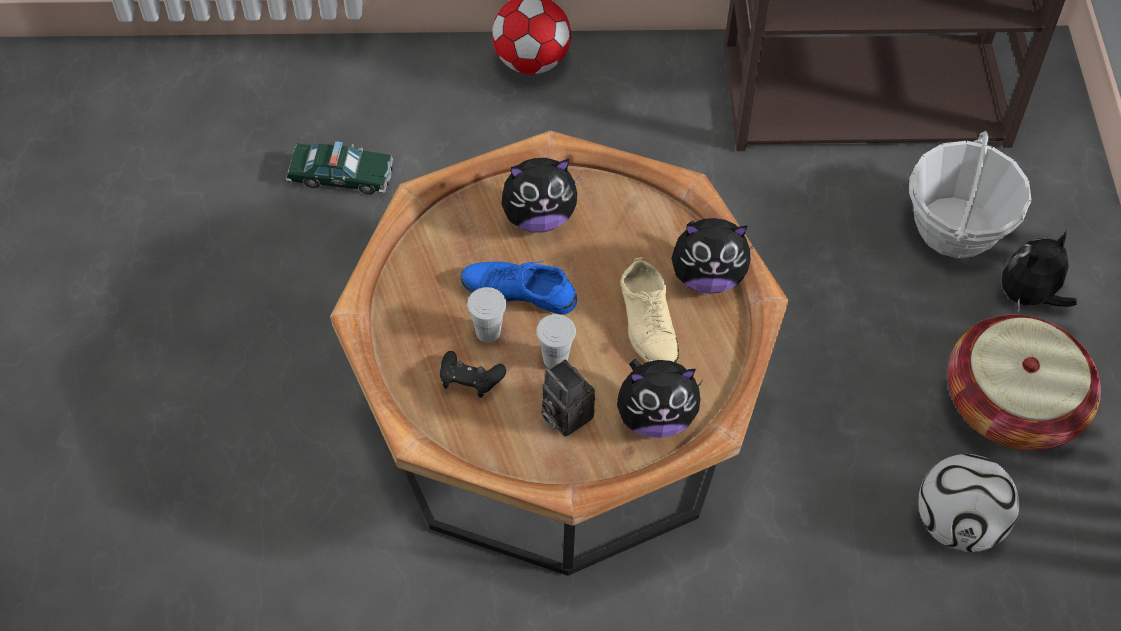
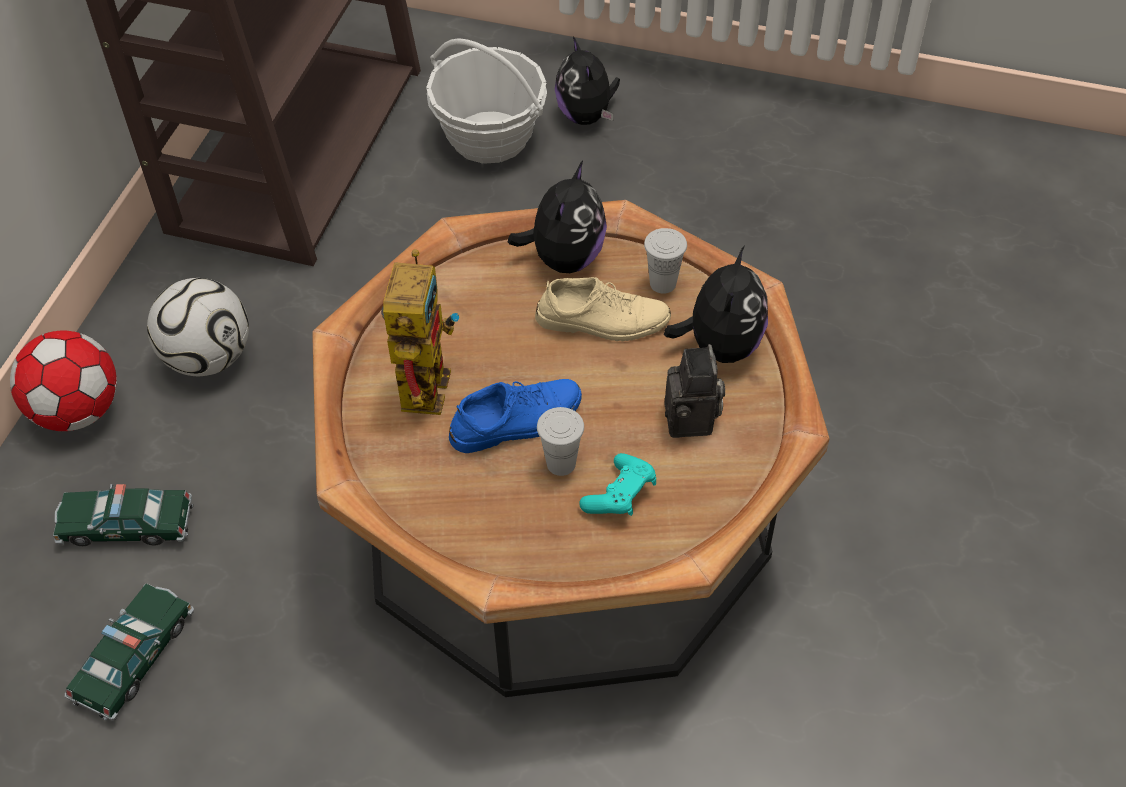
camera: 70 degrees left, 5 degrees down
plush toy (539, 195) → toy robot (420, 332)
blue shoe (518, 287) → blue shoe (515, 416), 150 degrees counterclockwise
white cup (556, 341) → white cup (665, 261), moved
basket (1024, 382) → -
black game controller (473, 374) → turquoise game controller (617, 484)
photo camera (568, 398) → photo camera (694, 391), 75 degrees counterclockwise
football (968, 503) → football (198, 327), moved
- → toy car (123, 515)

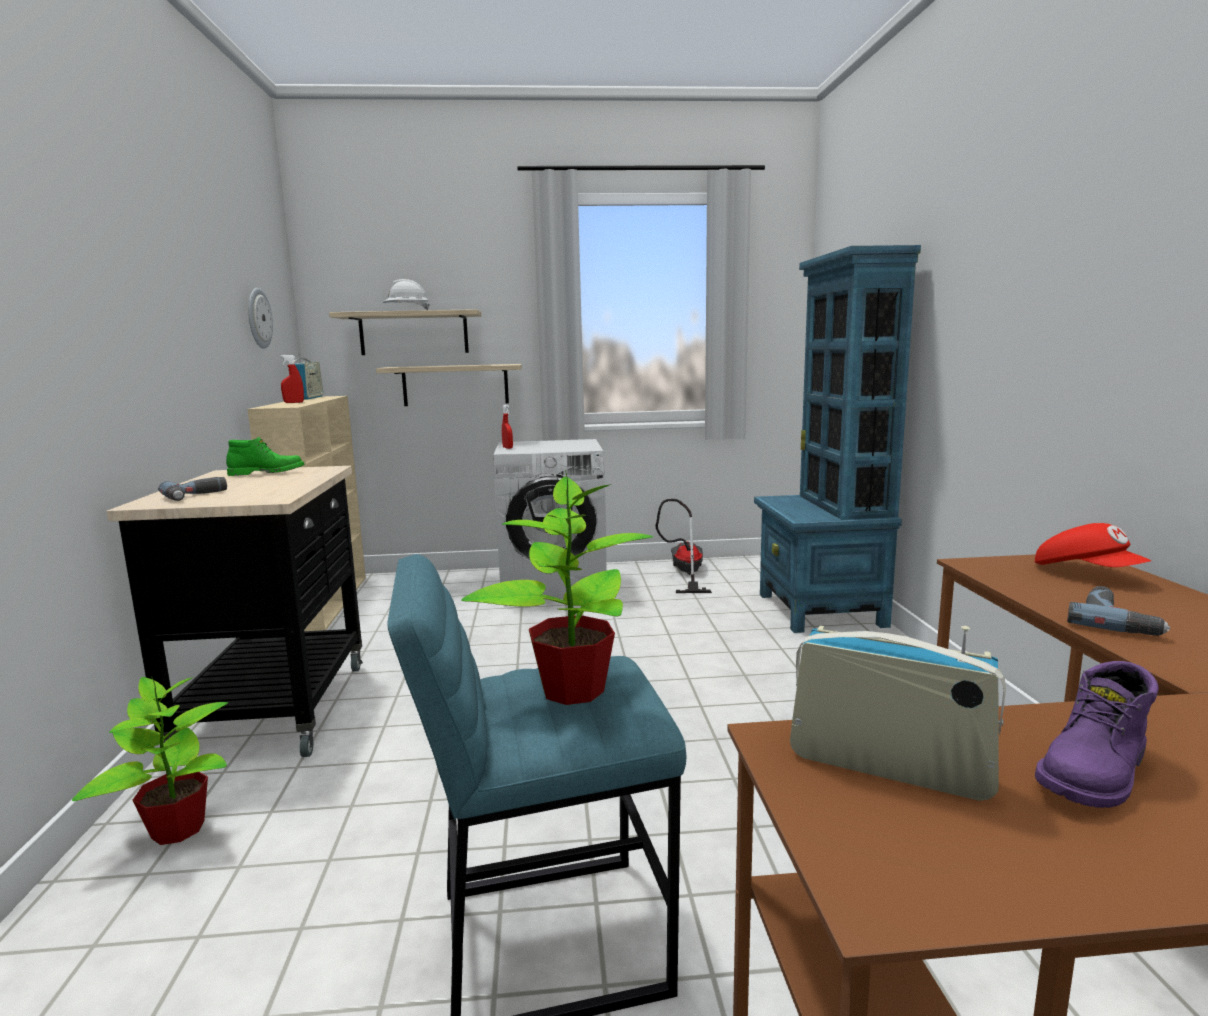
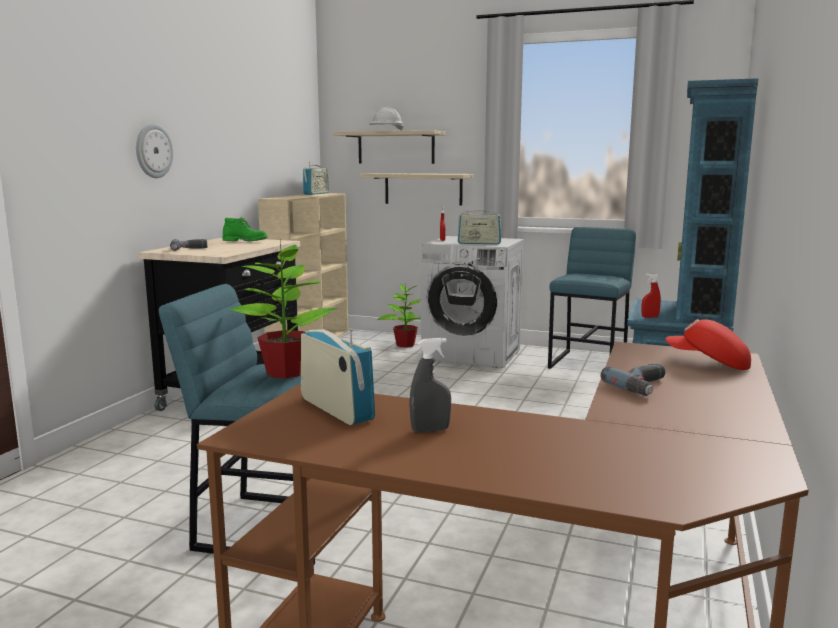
camera: 25 degrees right, 0 degrees up
wall clock (260, 318) → wall clock (155, 150), moved
red spray bottle (292, 379) → red spray bottle (651, 295), moved
vacuum cleaner (684, 546) → blue stool (592, 298)
red cap (1093, 545) → red cap (708, 344), 120 degrees clockwise
purple boot (1097, 734) → grey spray bottle (430, 385)
potted plant (150, 761) → potted plant (399, 316), moved
- → radio (479, 225)

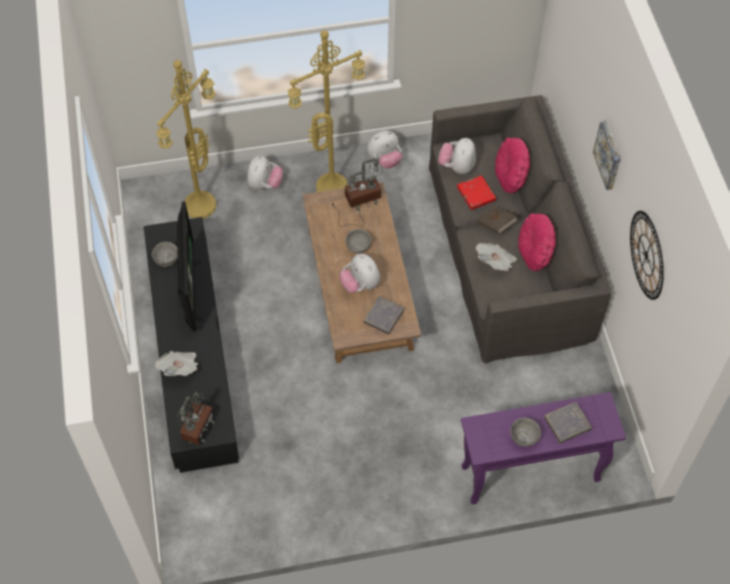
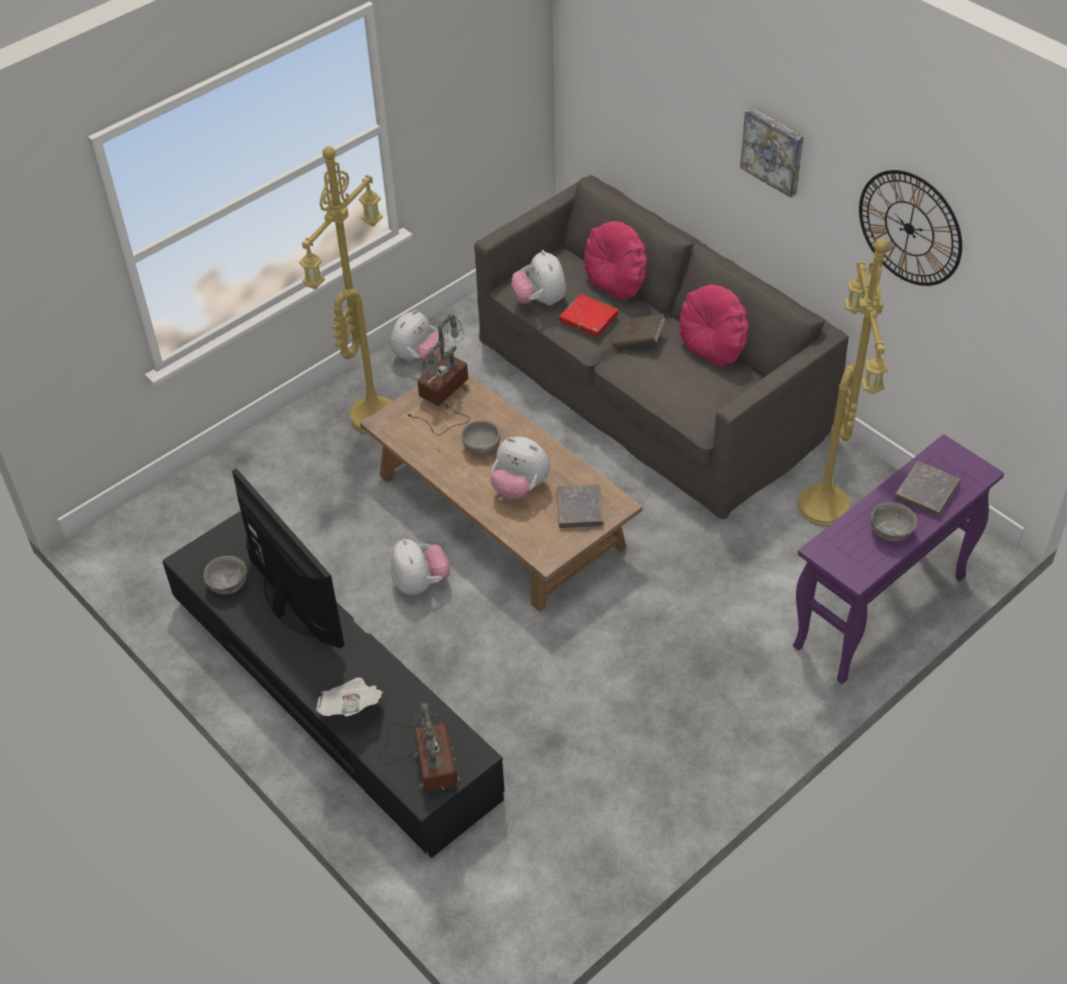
camera: 30 degrees left, 10 degrees down
yellow floor lamp (186, 139) → yellow floor lamp (843, 382), moved
plush toy (265, 172) → plush toy (420, 566), moved
newspaper (496, 257) → -

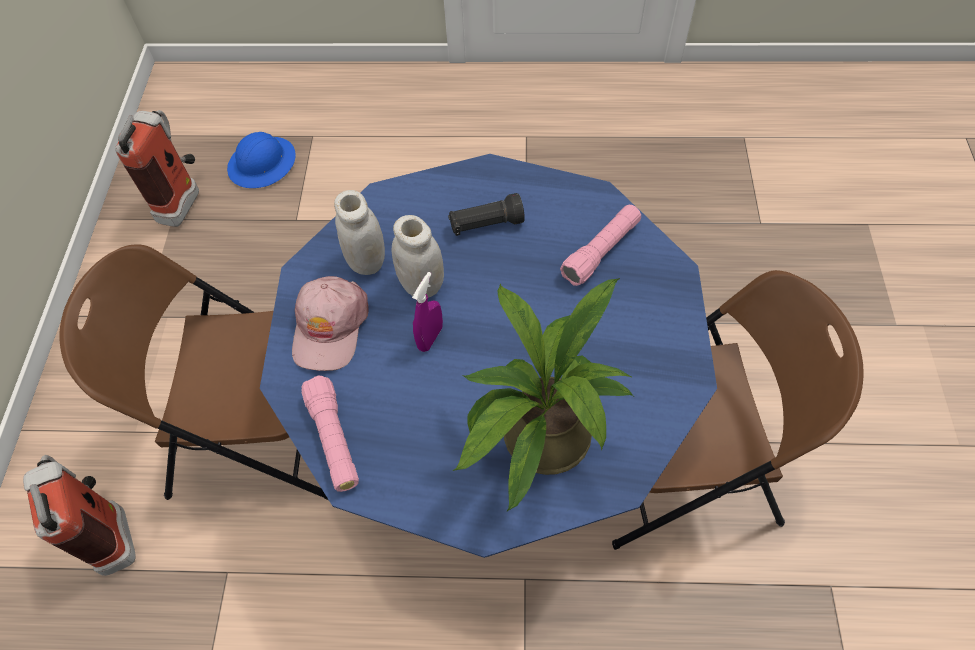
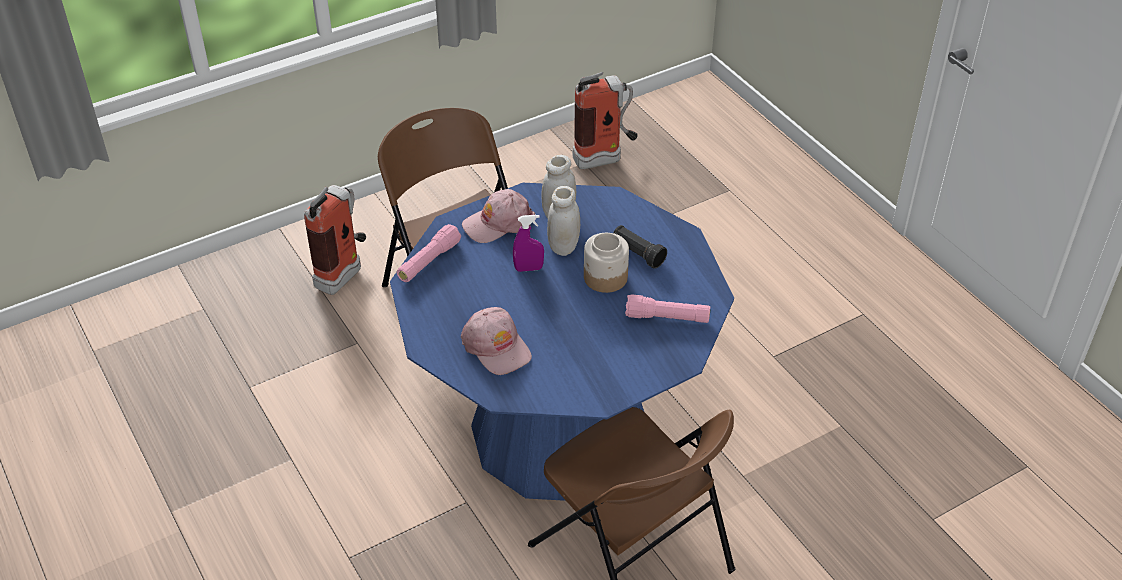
camera: 55 degrees right, 15 degrees down
blue hard hat (261, 160) → -
potted plant (543, 395) → pink cap (496, 341)
- → jar (606, 263)

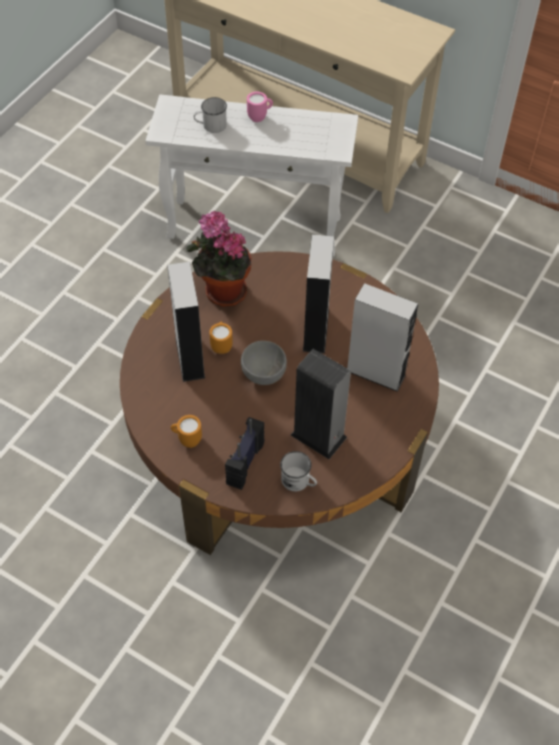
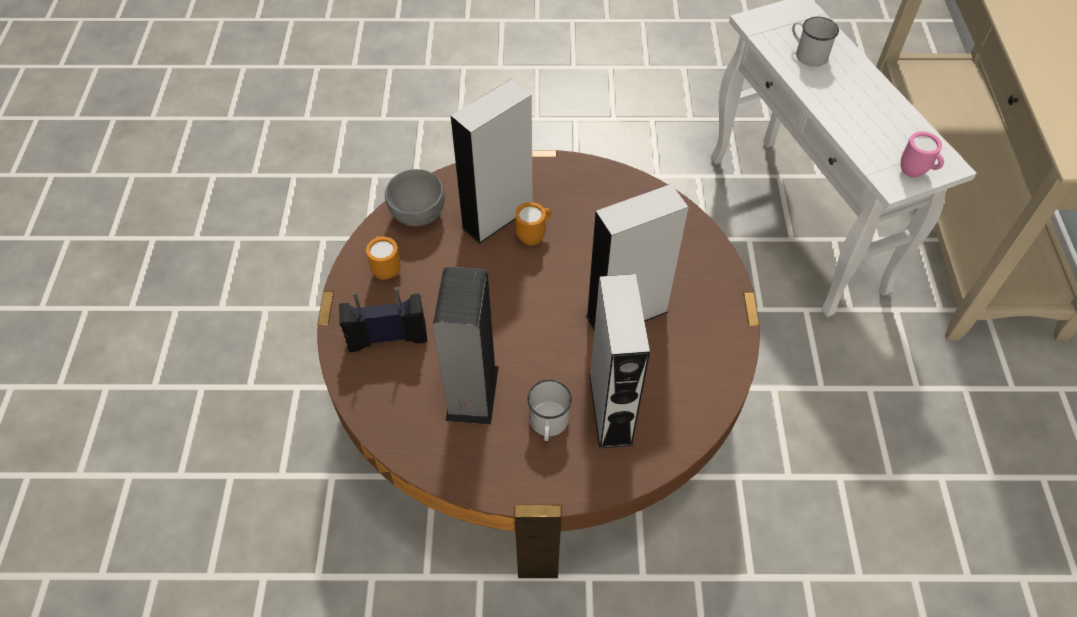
camera: 60 degrees right, 0 degrees up
pink mug (260, 106) → pink mug (922, 154), moved
potted plant (218, 259) → -
grey bowl (264, 363) → grey bowl (415, 197), moved
white mug (298, 471) → white mug (549, 410), moved

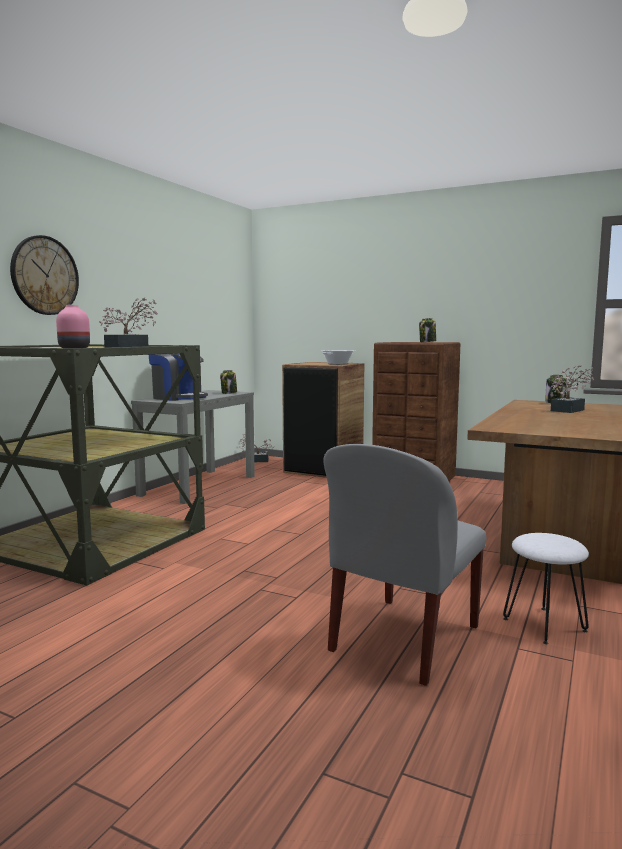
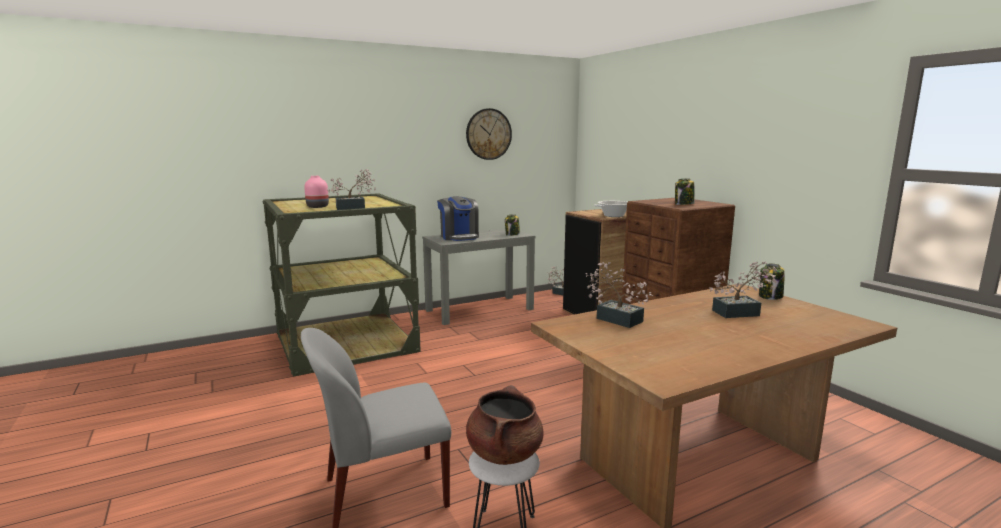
camera: 35 degrees right, 5 degrees up
wall clock (44, 275) → wall clock (489, 134), moved
- → potted plant (620, 295)
- → brown cooking pot (504, 425)

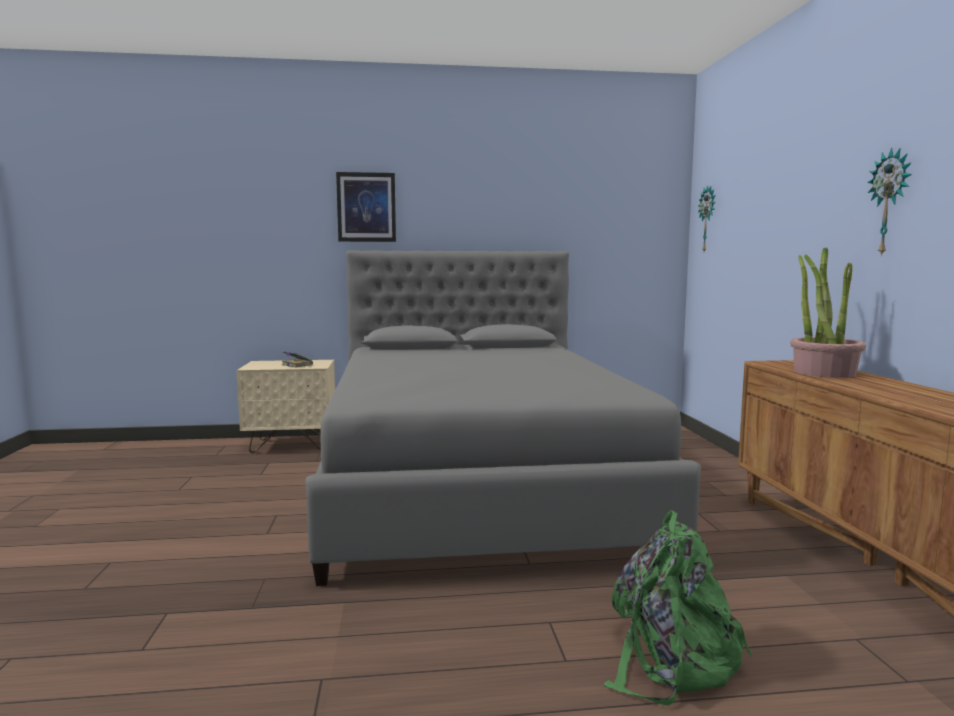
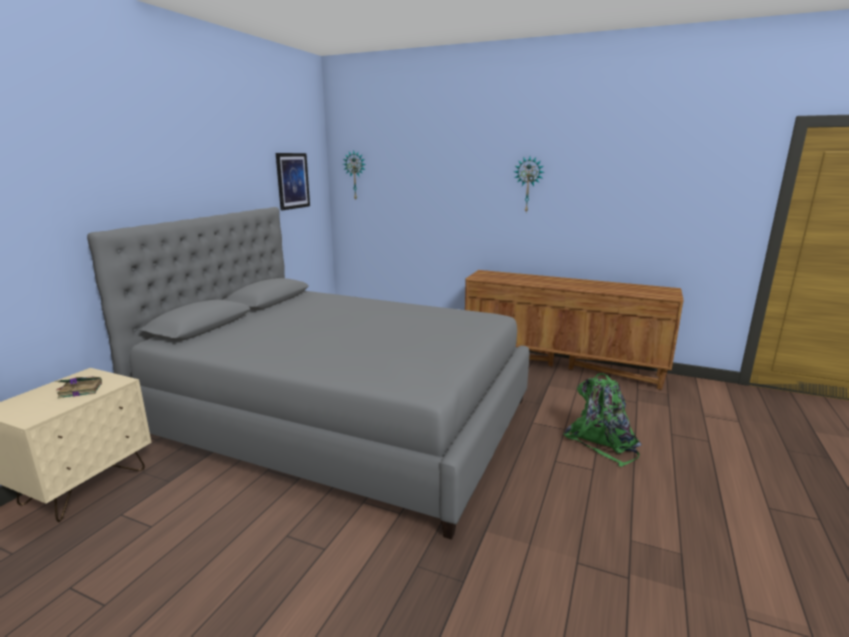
camera: 60 degrees left, 10 degrees up
picture (366, 207) → picture (293, 181), moved
potted plant (828, 312) → -

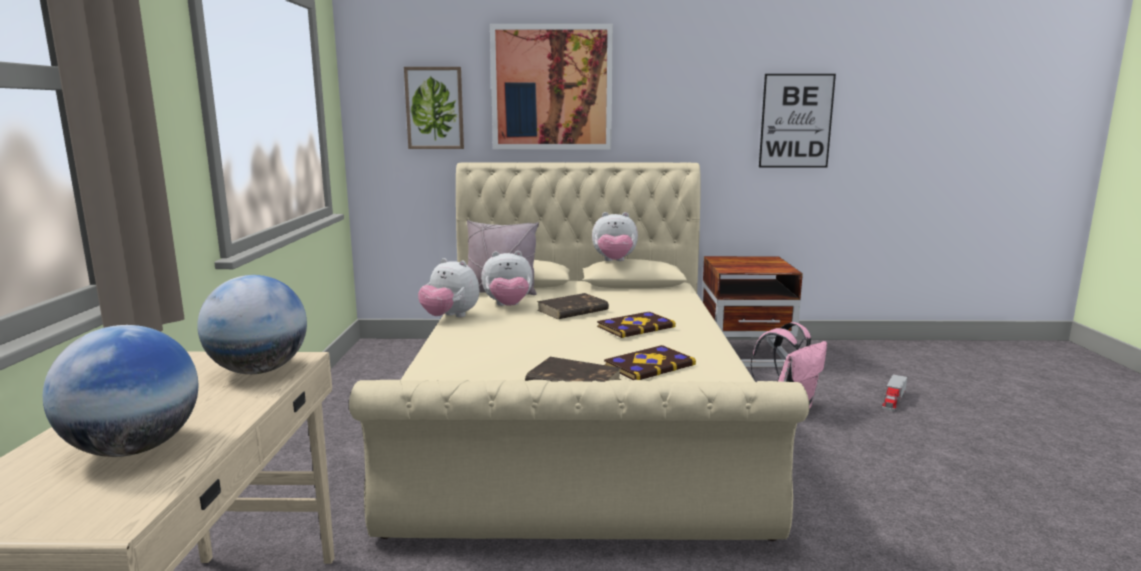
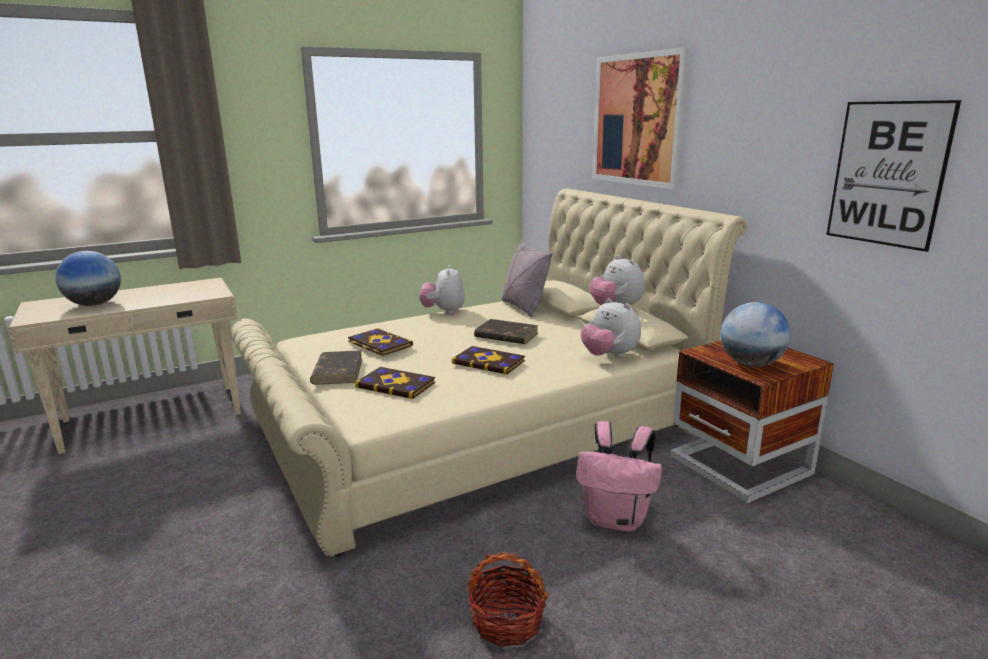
camera: 60 degrees right, 5 degrees up
picture (434, 108) → -
plush toy (507, 278) → plush toy (611, 328), moved
globe (252, 324) → globe (756, 334), moved
toy truck (894, 392) → -
- → book (380, 342)
- → basket (508, 599)

